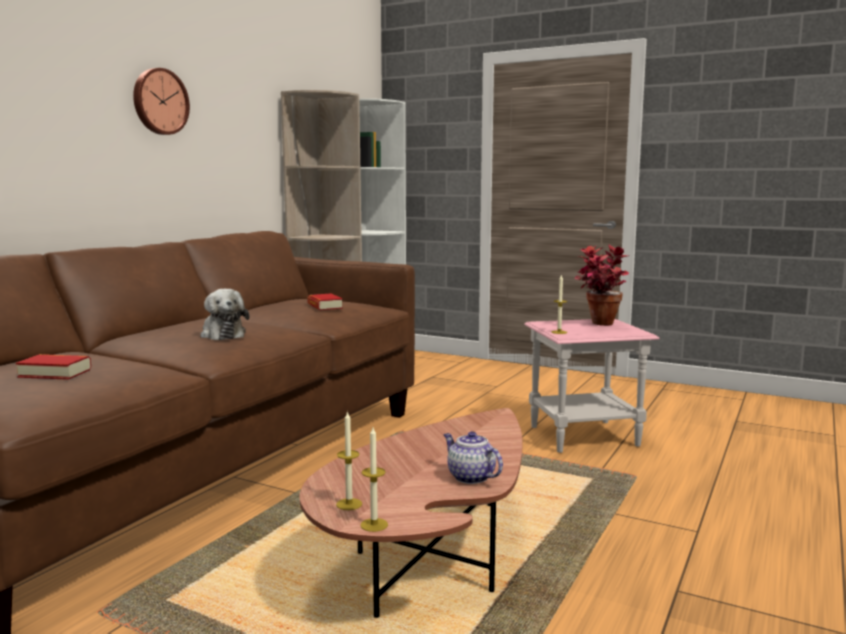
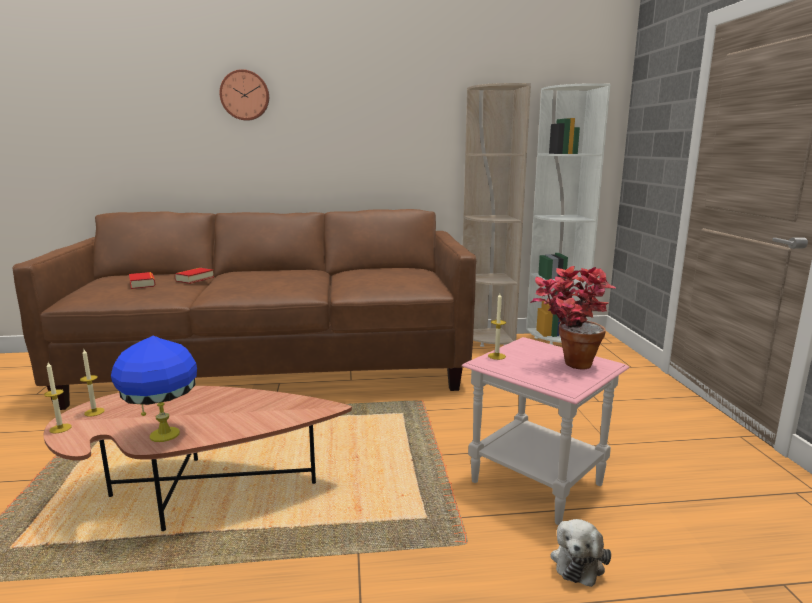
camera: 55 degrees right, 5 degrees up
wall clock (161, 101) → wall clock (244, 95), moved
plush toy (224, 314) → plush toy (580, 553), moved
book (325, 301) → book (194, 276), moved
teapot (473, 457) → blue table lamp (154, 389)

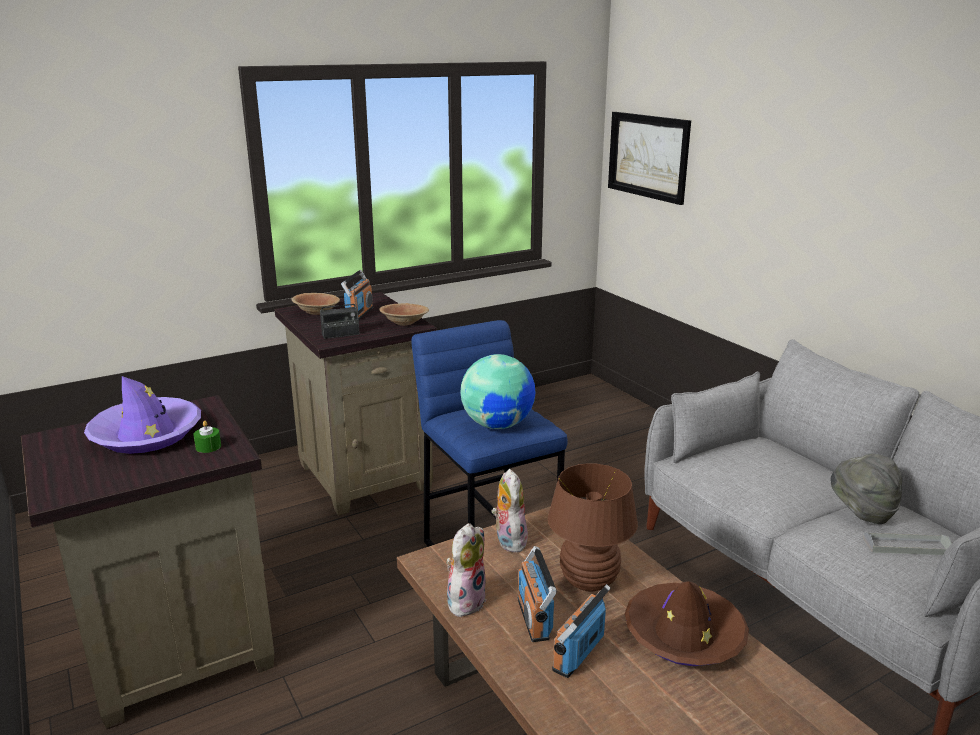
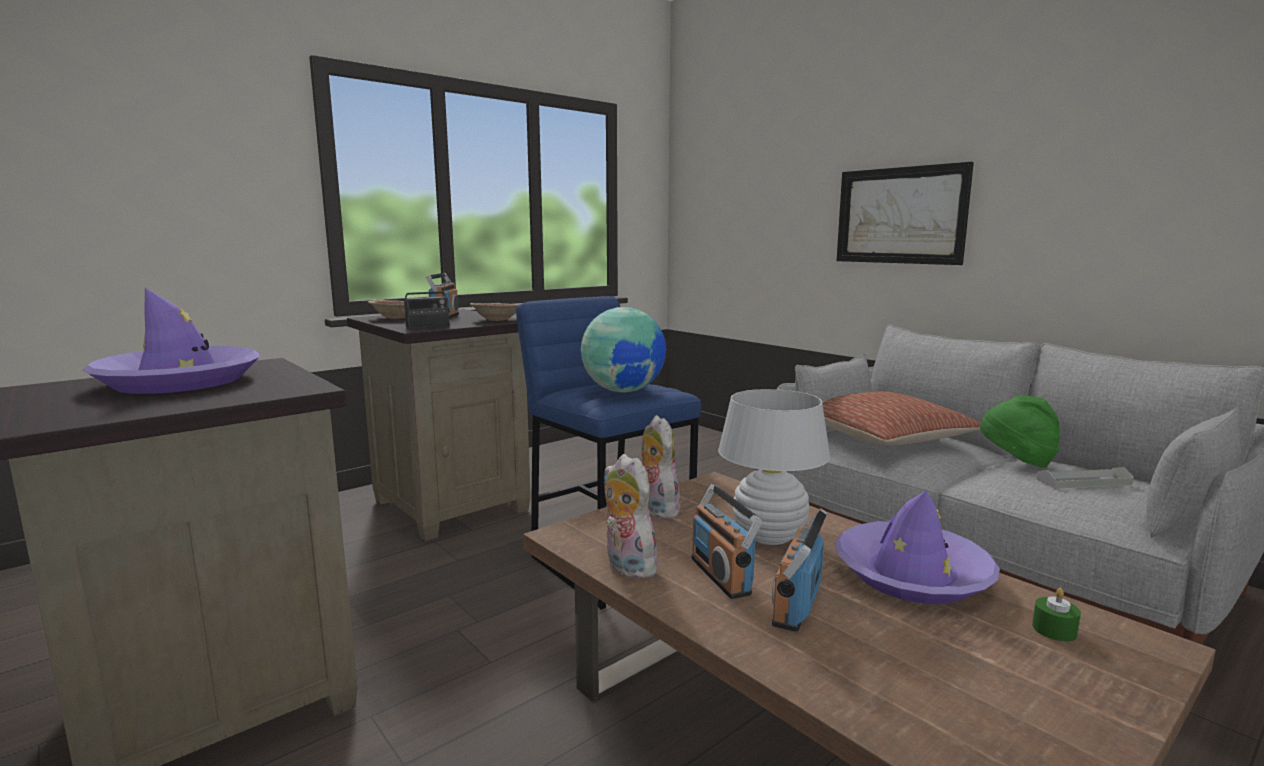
camera: 10 degrees left, 10 degrees down
picture (649, 158) → picture (905, 213), moved
green candle (207, 437) → green candle (1056, 615), moved
grey hat (866, 489) → green hat (1020, 431)
brown table lamp (593, 527) → white table lamp (774, 467)
plush toy (466, 570) → plush toy (631, 516), 60 degrees counterclockwise
brown hat (687, 623) → purple hat (917, 547)
- → pillow (902, 418)

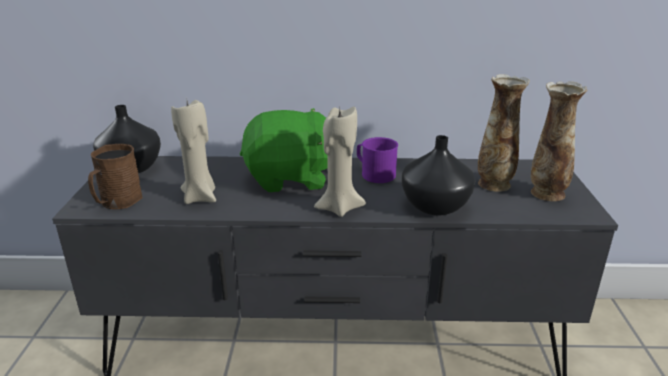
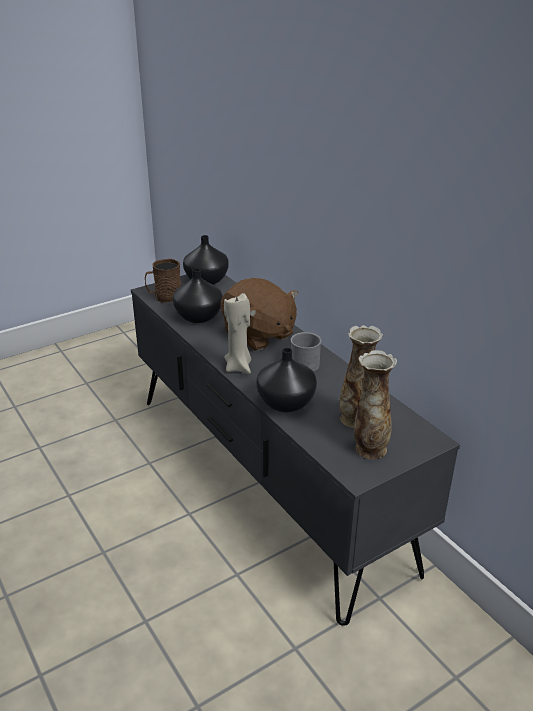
camera: 55 degrees right, 5 degrees up
beige candle (193, 150) → black vase (198, 295)
green plush toy (284, 150) → brown plush toy (259, 314)
purple mug (377, 160) → grey mug (306, 352)

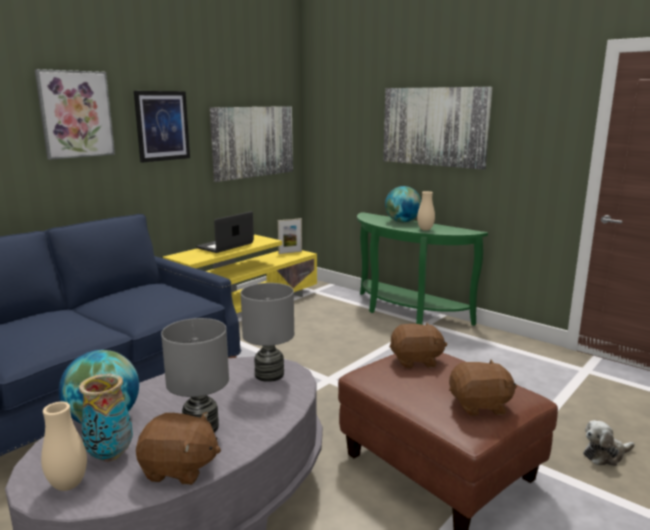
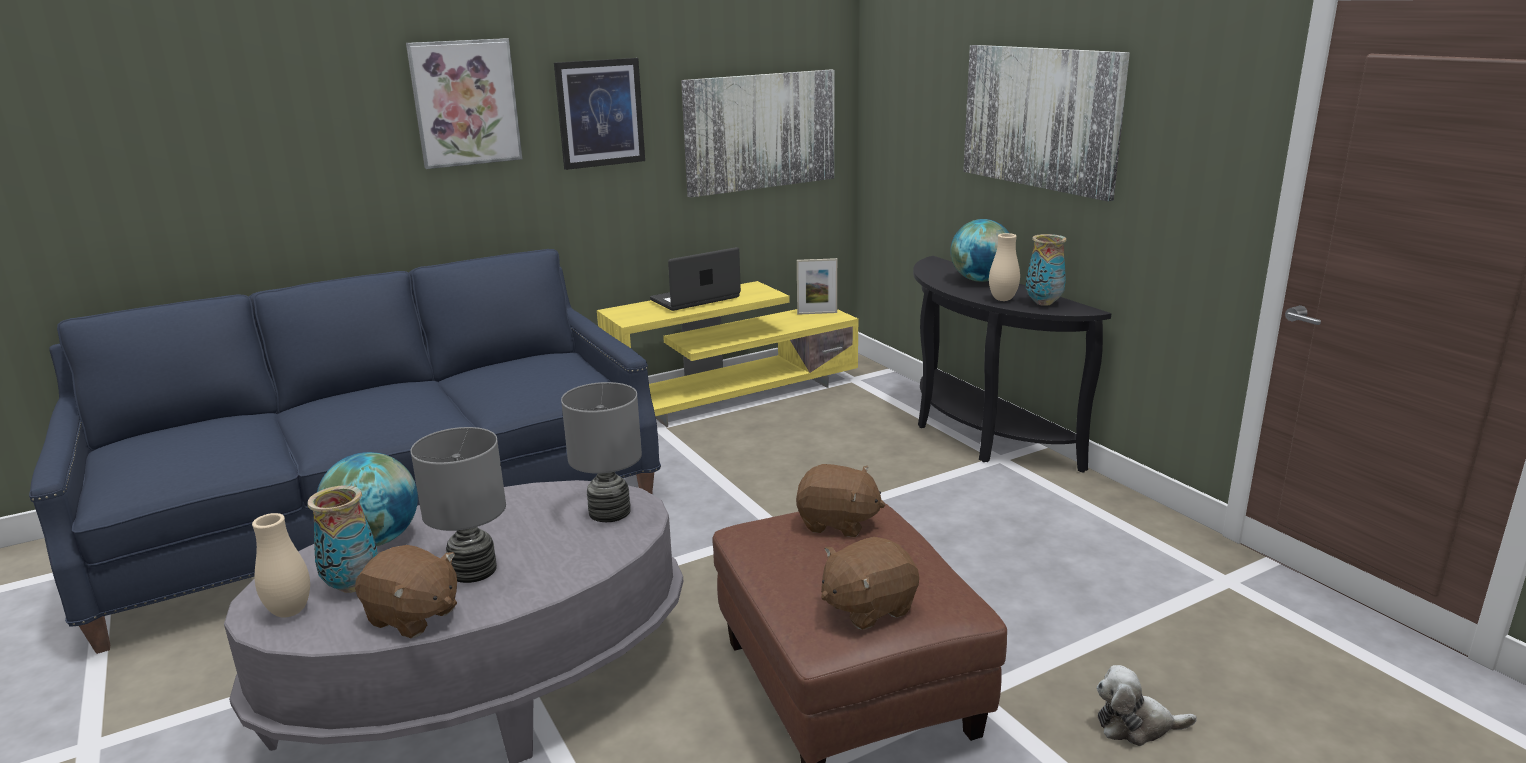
camera: 20 degrees right, 5 degrees up
green console table (422, 269) → black console table (1012, 364)
brown plush toy (483, 387) → brown plush toy (870, 583), 135 degrees clockwise
- → vase (1046, 270)

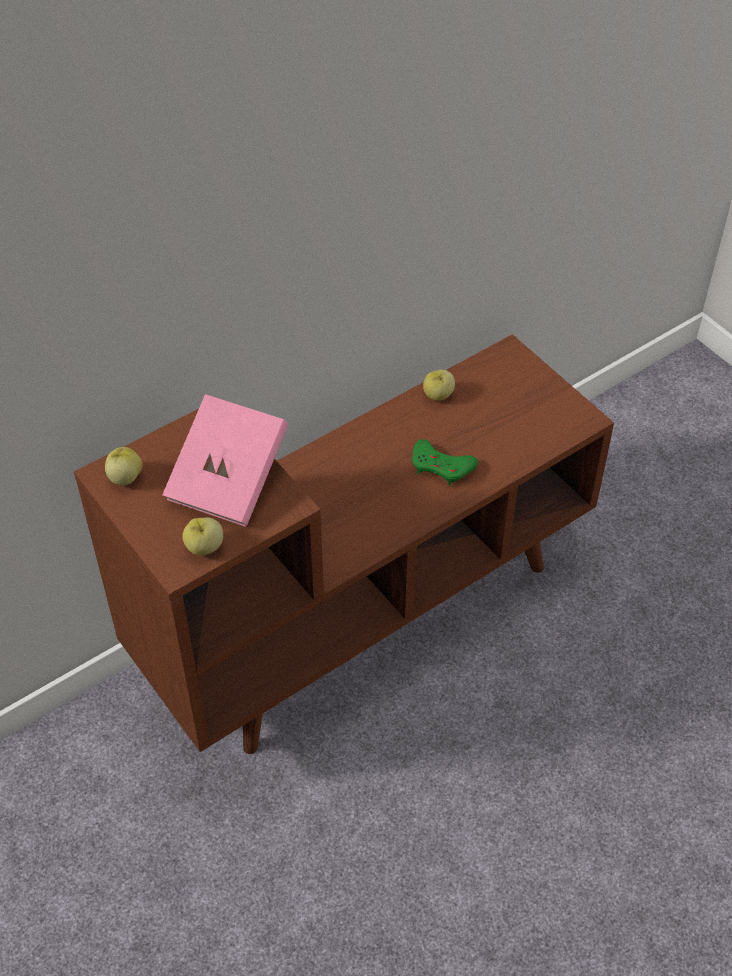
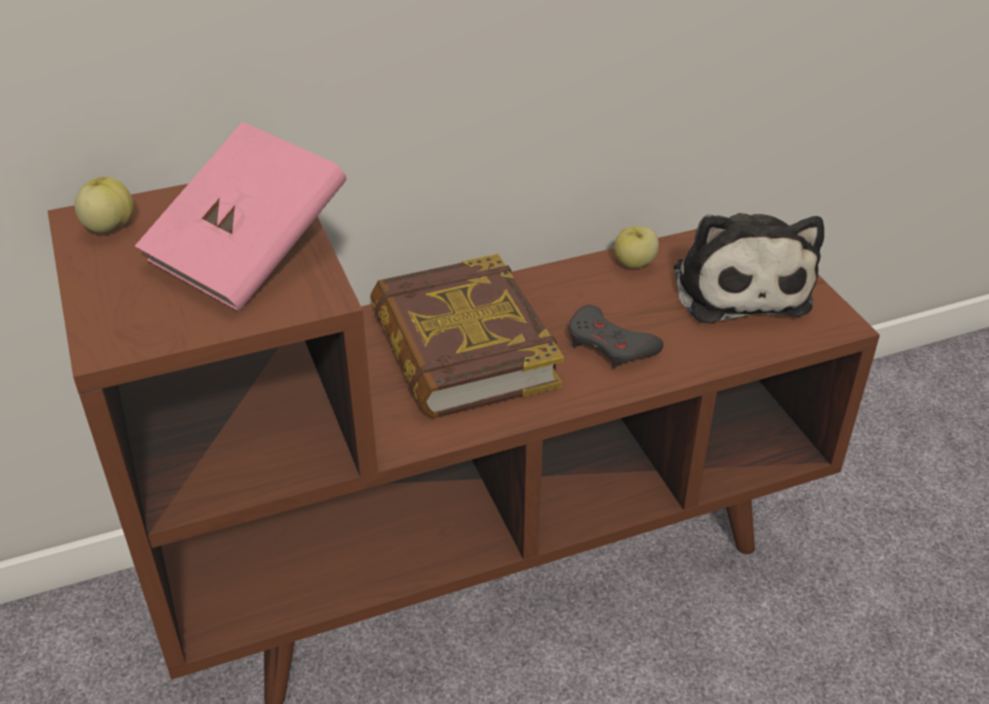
camera: 15 degrees right, 10 degrees down
green game controller (445, 462) → grey game controller (615, 337)
apple (202, 536) → -
- → plush toy (749, 268)
- → book (467, 336)

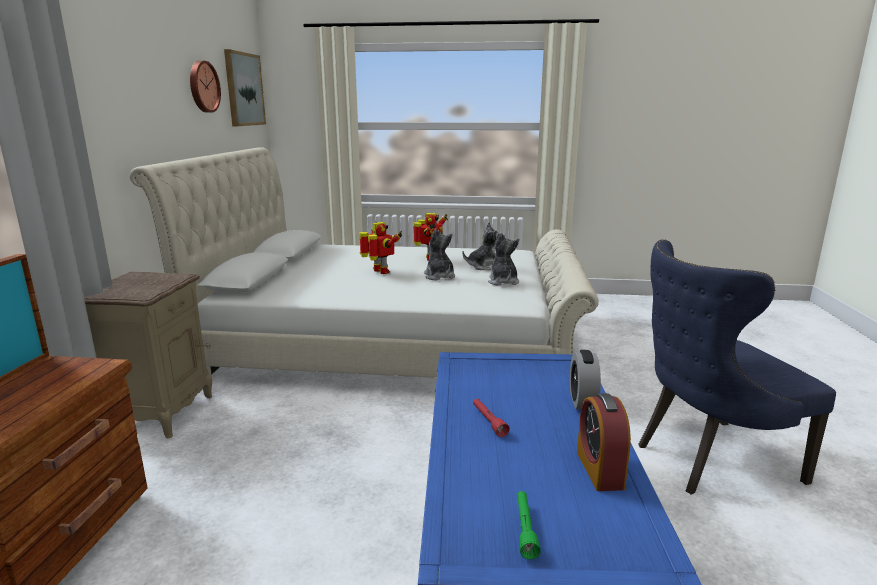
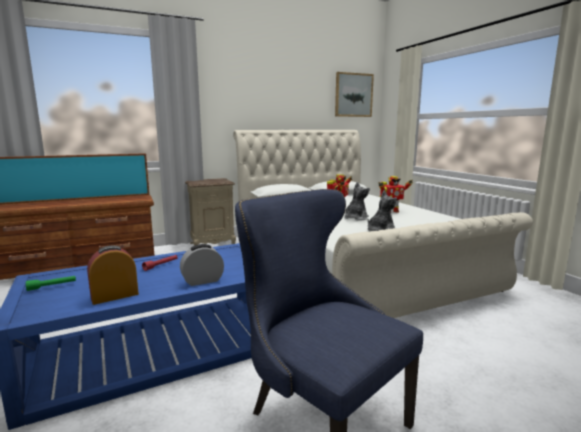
camera: 60 degrees right, 5 degrees down
wall clock (205, 87) → -
plush toy (483, 246) → -

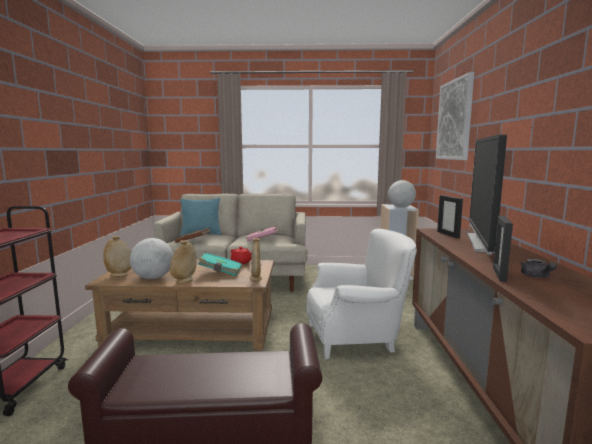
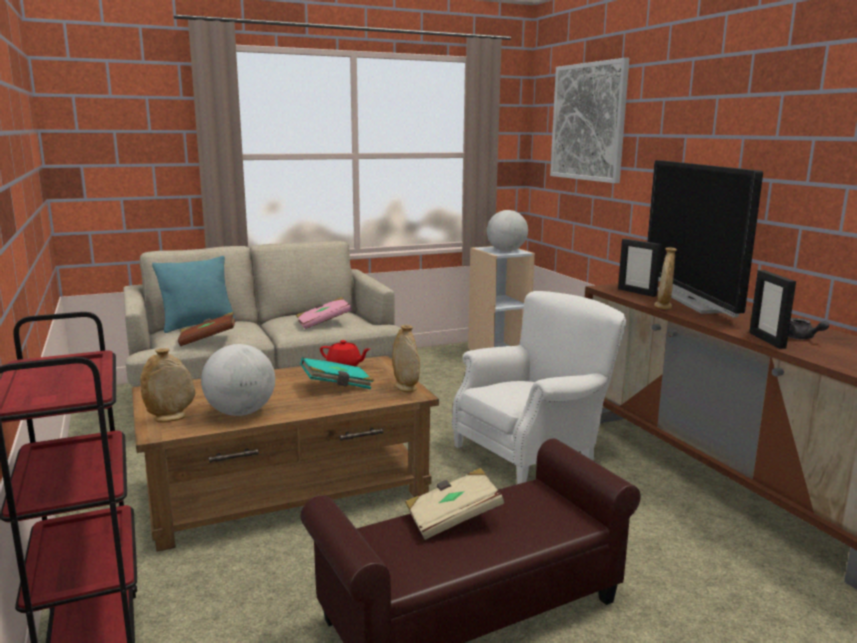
camera: 25 degrees left, 5 degrees up
beige vase (183, 262) → beige vase (665, 278), moved
- → beige book (454, 504)

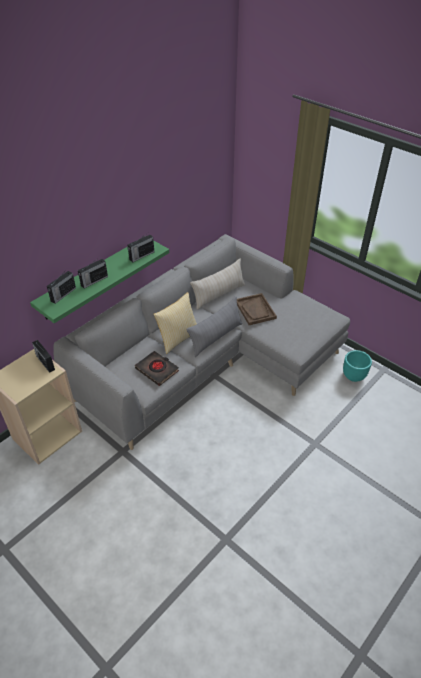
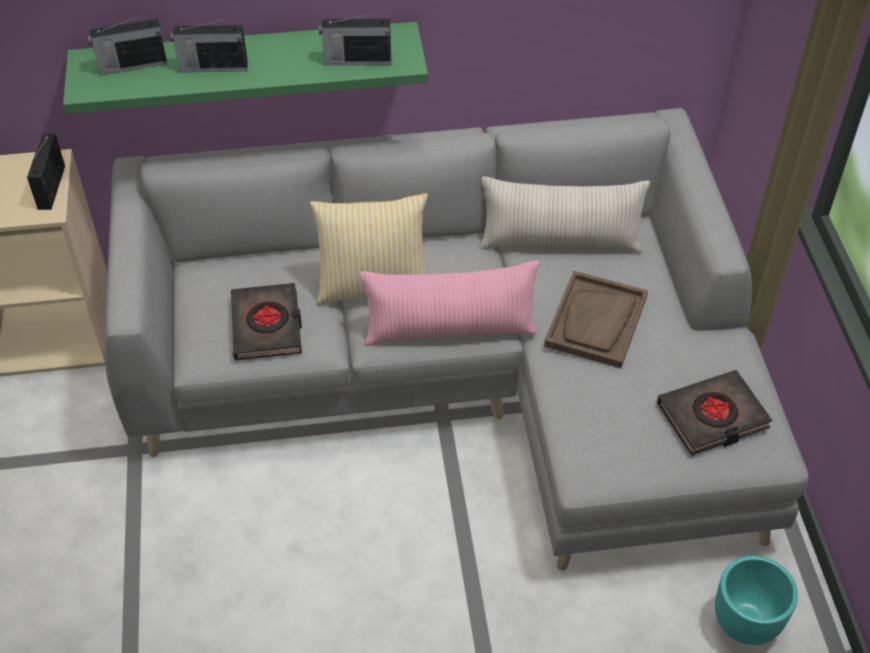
camera: 40 degrees right, 5 degrees up
grey pillow (214, 326) → pink pillow (449, 303)
- → black book (714, 413)

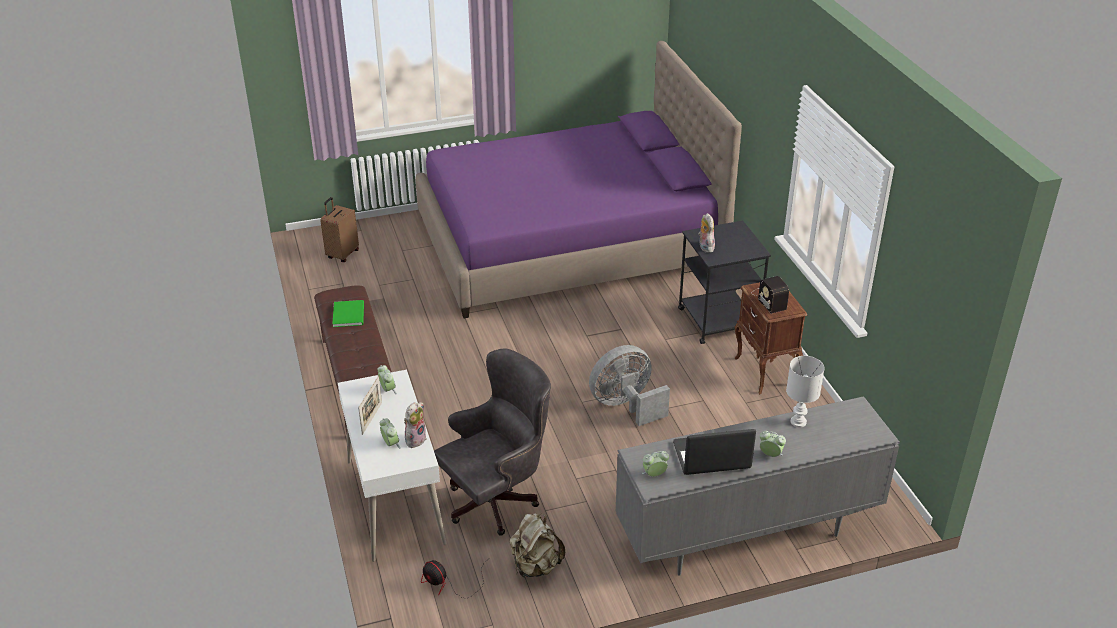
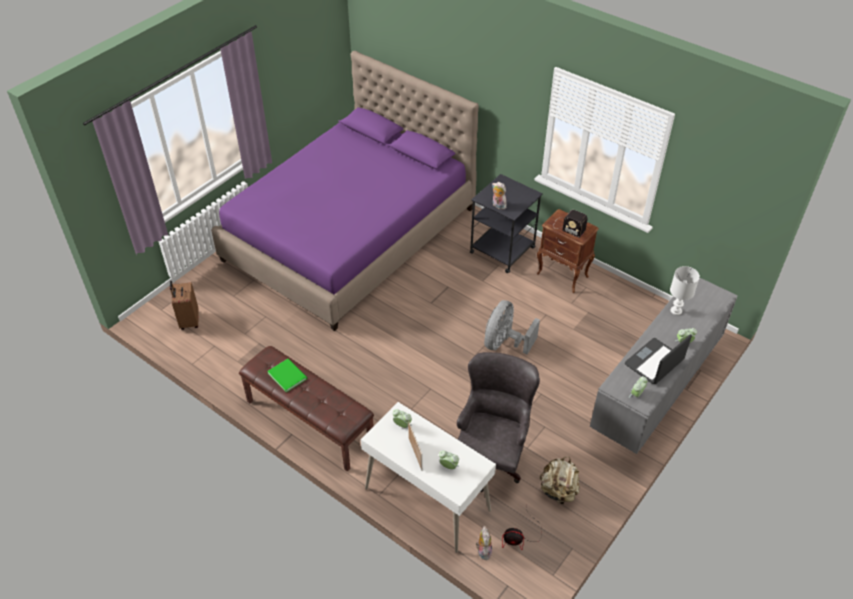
camera: 35 degrees left, 10 degrees up
plush toy (415, 425) → plush toy (484, 543), moved

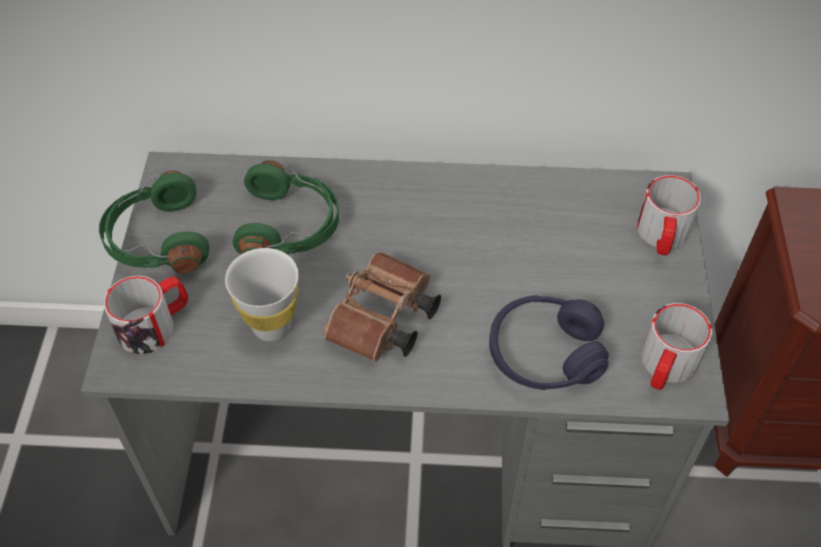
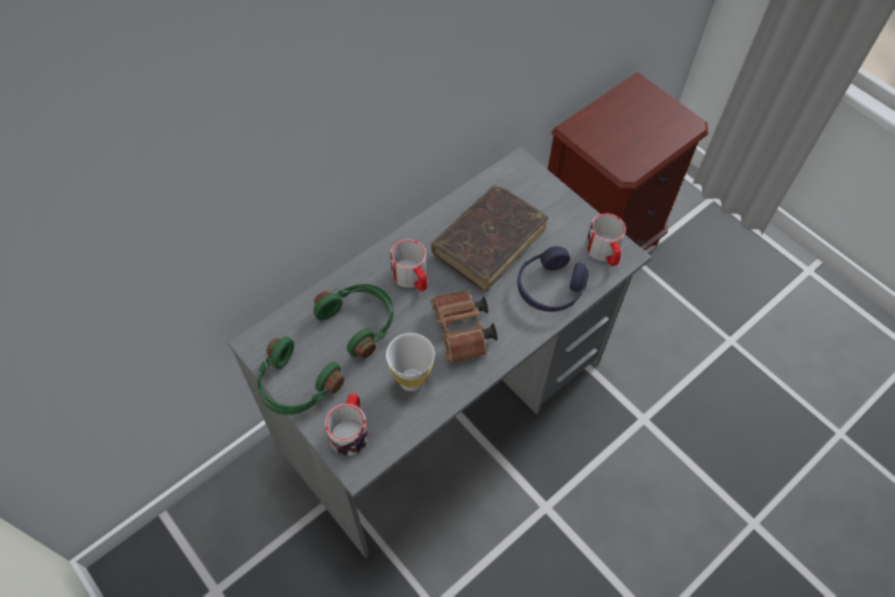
camera: 45 degrees left, 5 degrees up
mug (669, 215) → mug (408, 265), moved
- → brown book (489, 238)

